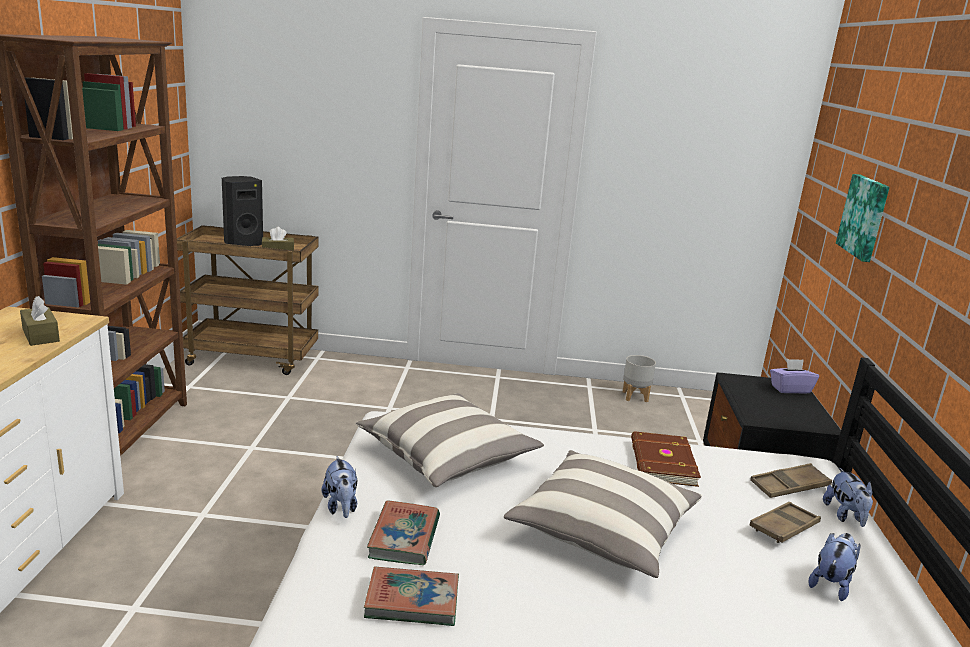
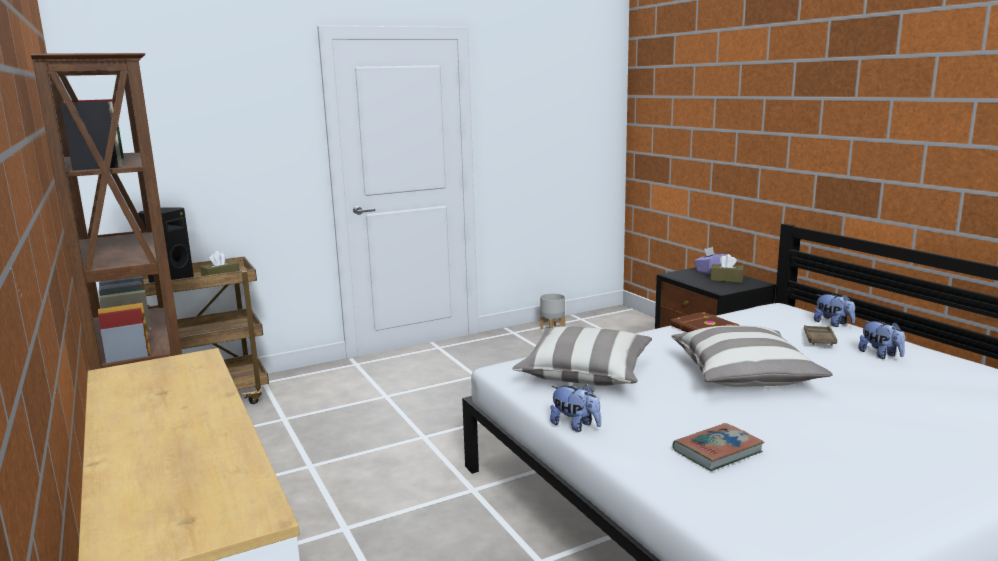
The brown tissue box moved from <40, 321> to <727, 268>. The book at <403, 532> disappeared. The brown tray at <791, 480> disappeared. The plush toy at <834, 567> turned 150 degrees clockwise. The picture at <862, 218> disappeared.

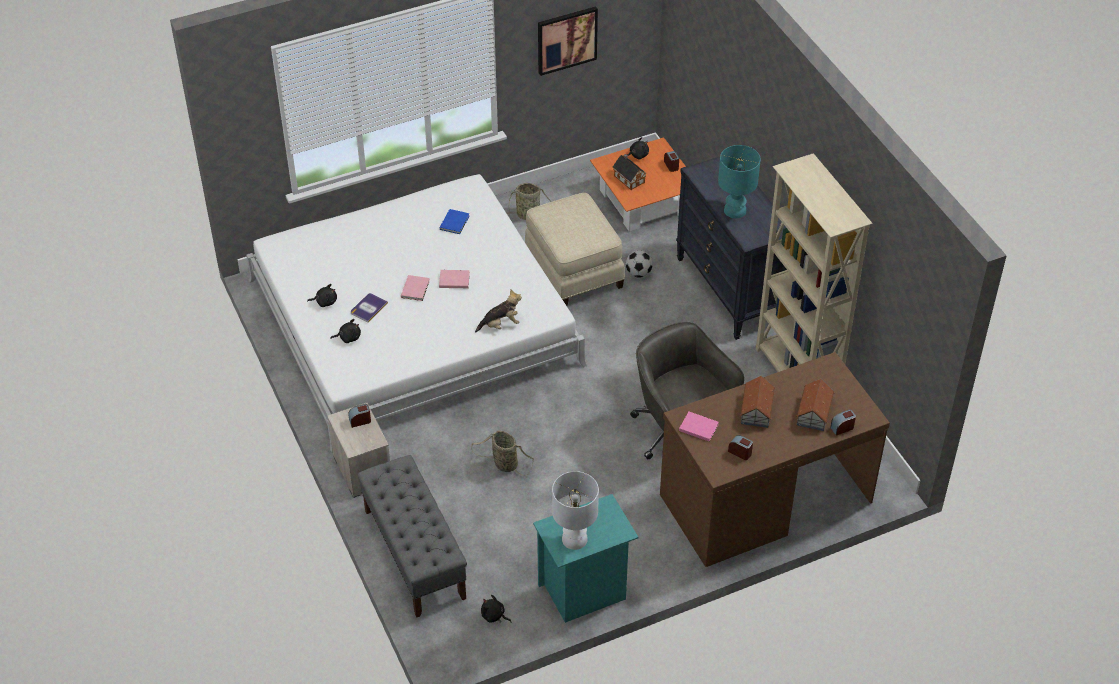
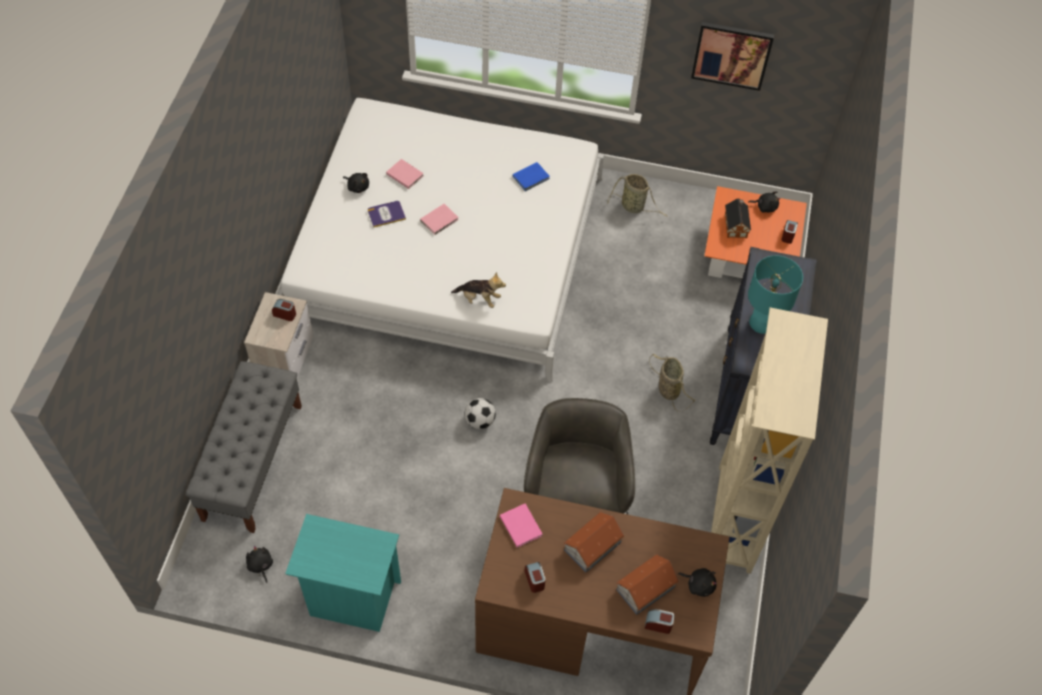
The black plush toy moved from <345, 331> to <697, 582>. The pink book moved from <454, 279> to <405, 174>. The basket moved from <502, 453> to <672, 383>. The beige ottoman at <575, 249> disappeared. The white table lamp at <575, 510> disappeared. The football moved from <639, 264> to <480, 413>.

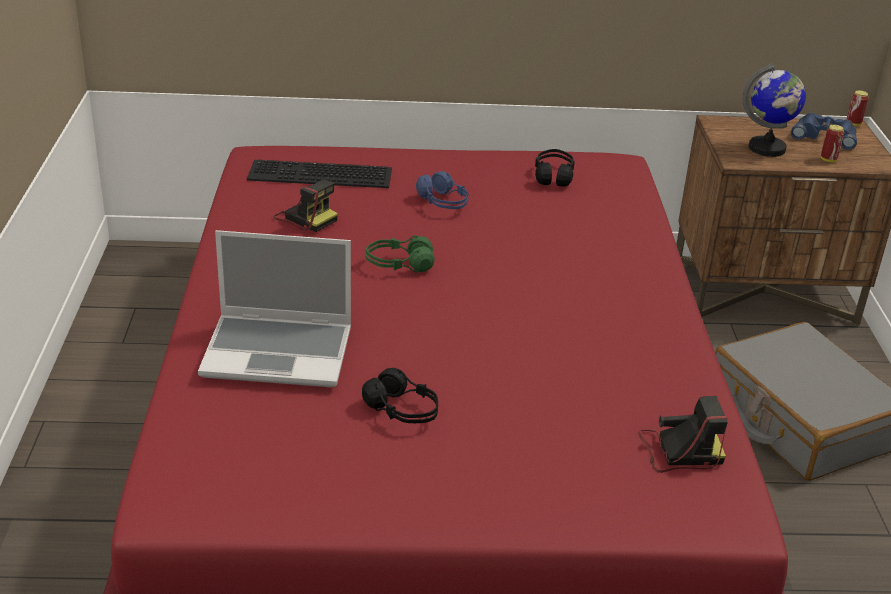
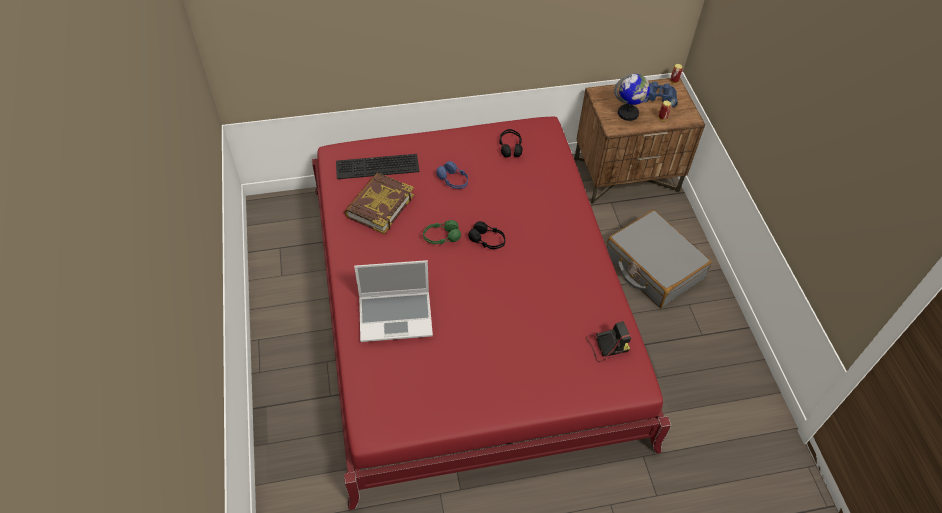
The photo camera at <305, 206> was replaced by the book at <379, 203>. The black headphones moved from <400, 395> to <486, 235>.

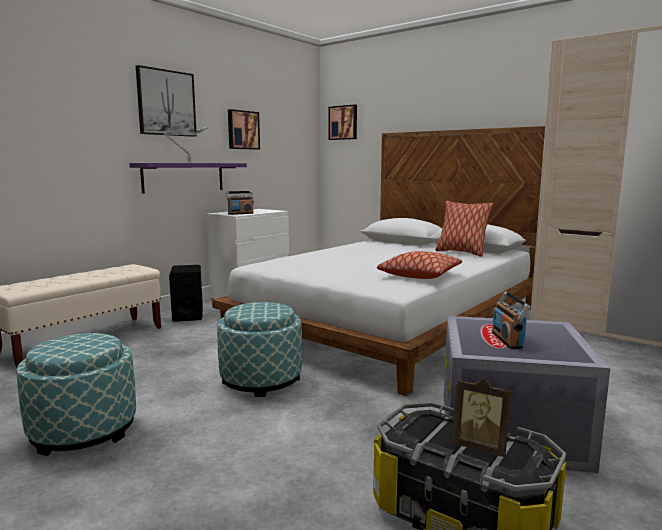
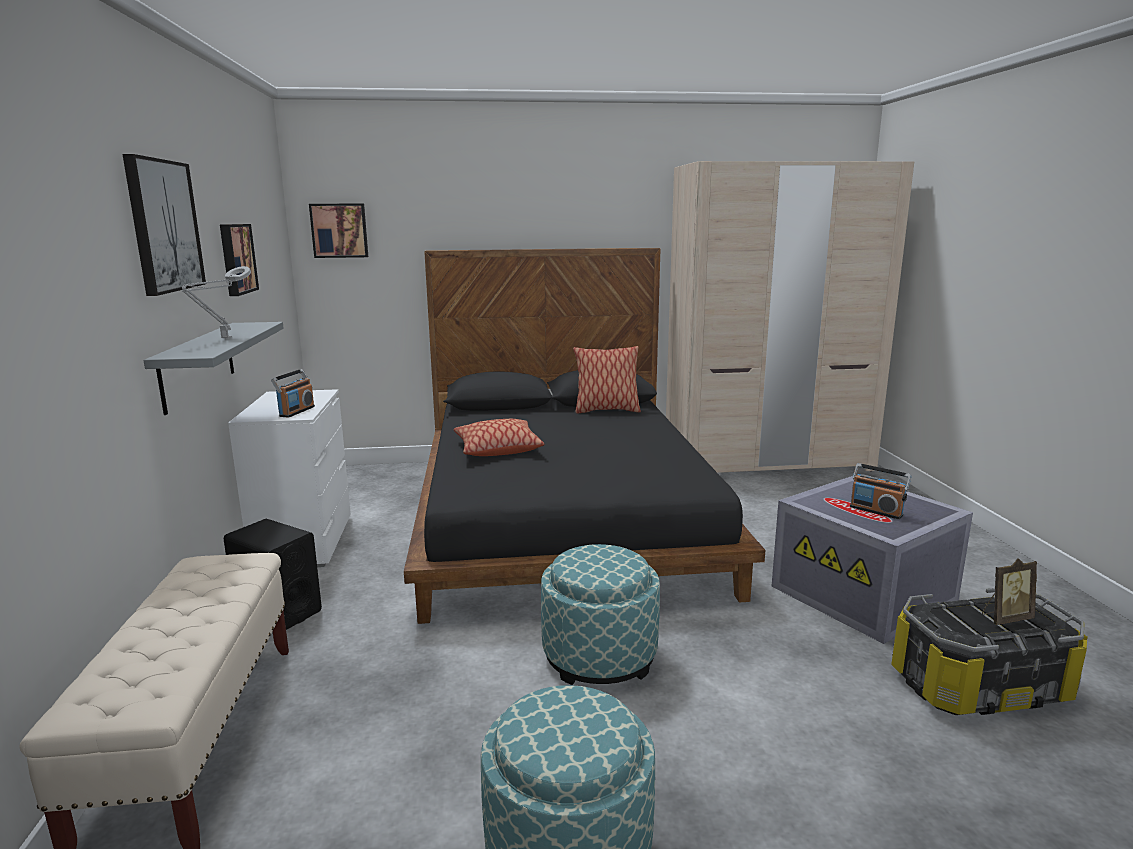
The purple shelf at <188, 178> became the grey shelf at <214, 368>. The white bed at <378, 261> became the black bed at <584, 436>. The pillow moved from <419, 265> to <499, 437>.

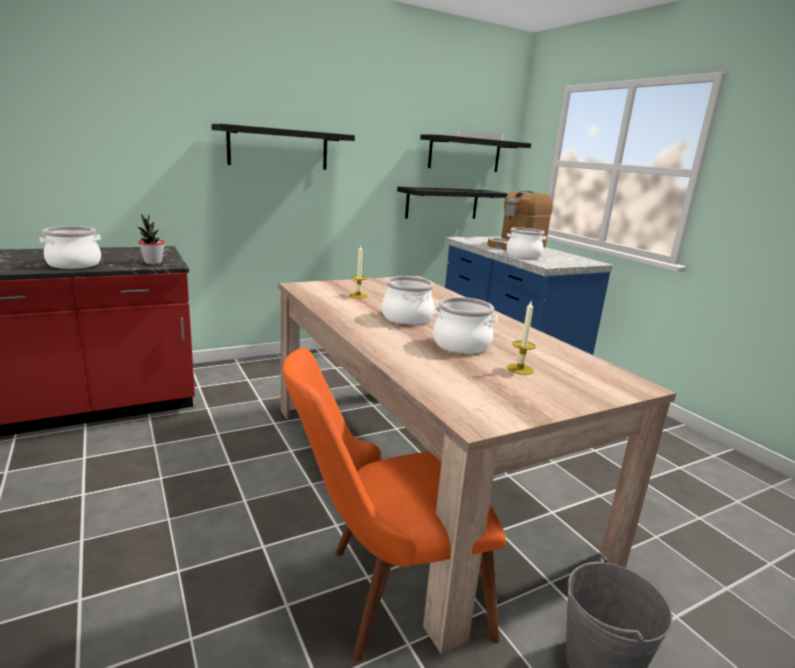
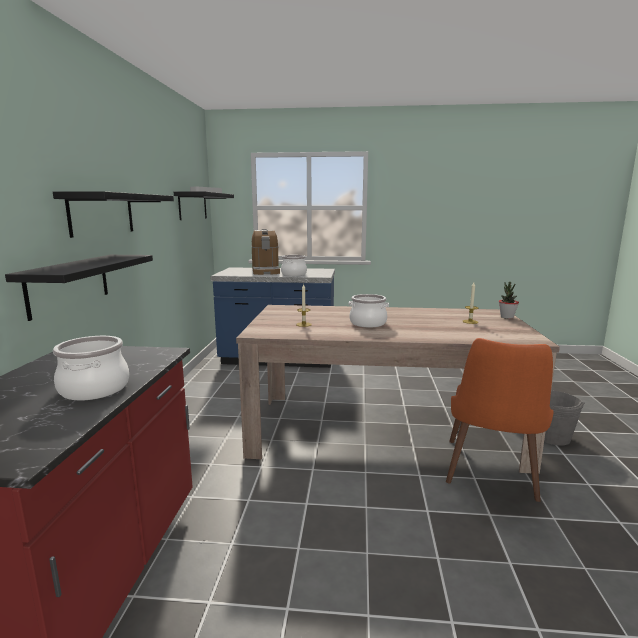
The potted plant moved from <151, 239> to <509, 300>. The black shelf moved from <452, 203> to <79, 288>. The cooking pot at <465, 325> disappeared.

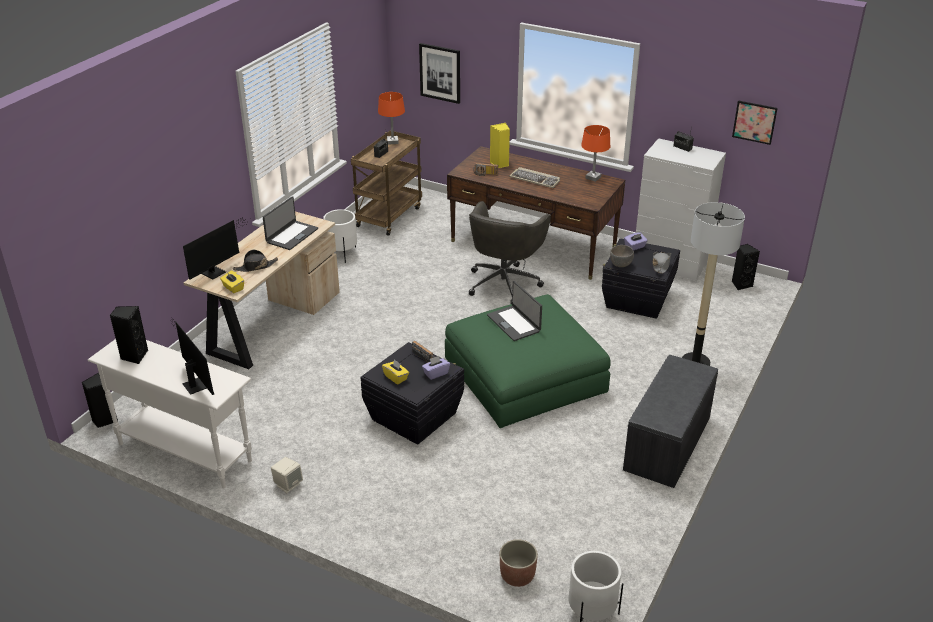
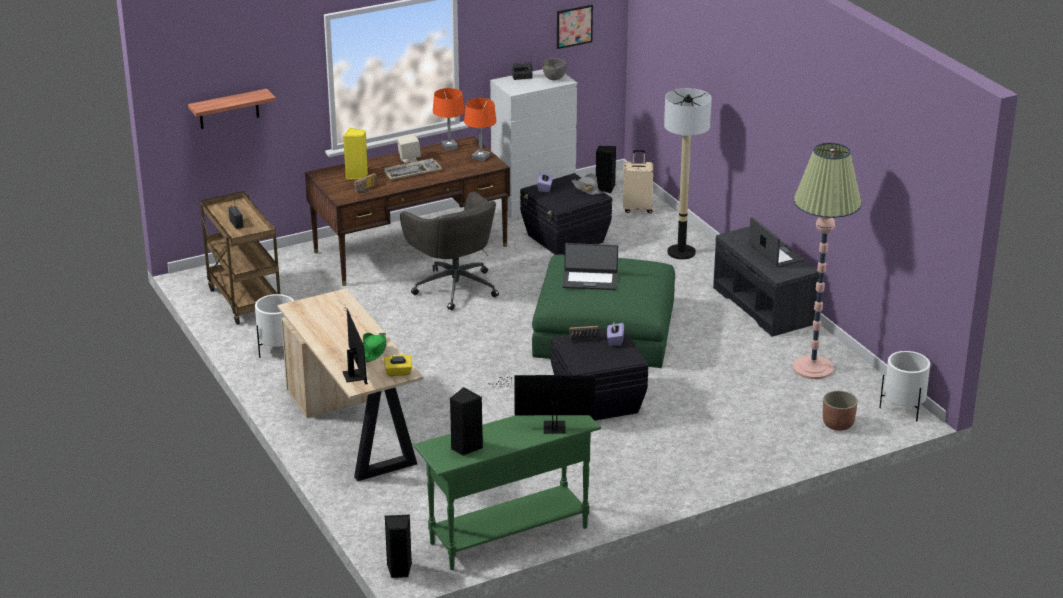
The white console table at <170, 413> became the green console table at <507, 492>. The black hat at <255, 261> became the green hat at <375, 348>. The laptop moved from <290, 223> to <776, 242>. The beige speaker moved from <287, 475> to <409, 148>. The orange table lamp moved from <391, 118> to <480, 129>. The yellow tissue box at <395, 371> disappeared. The picture at <439, 73> was replaced by the shelf at <232, 109>. The grey bowl moved from <622, 256> to <555, 69>. The beige suitcase at <638, 182> appeared. The floor lamp at <827, 261> appeared.

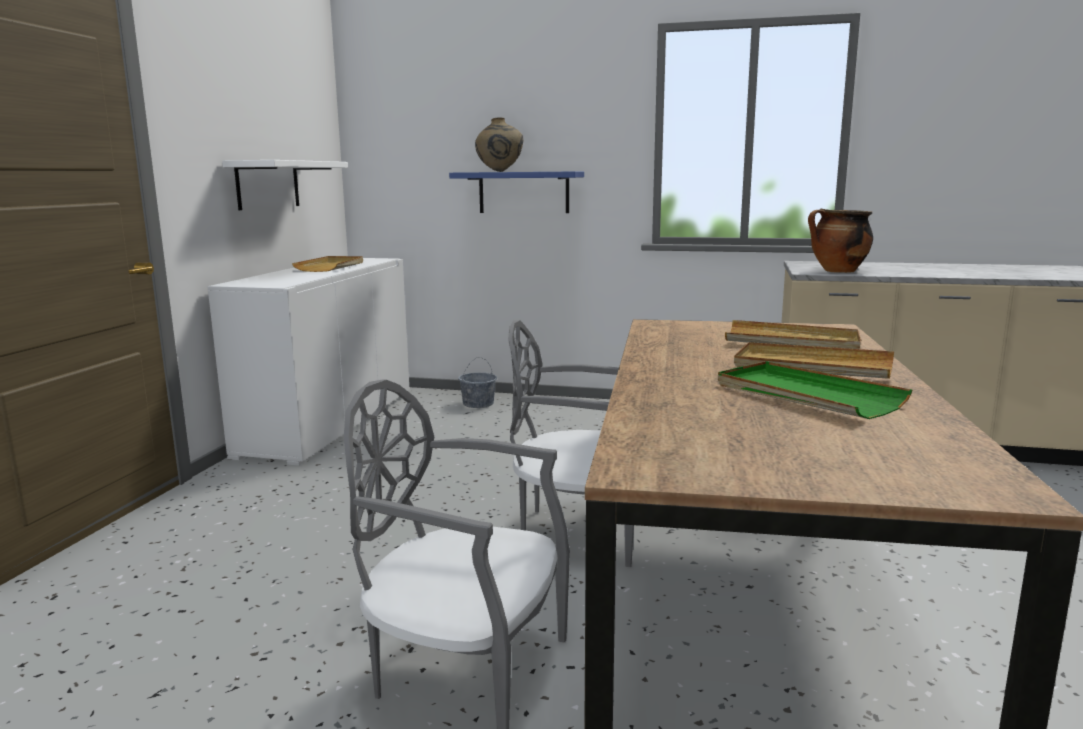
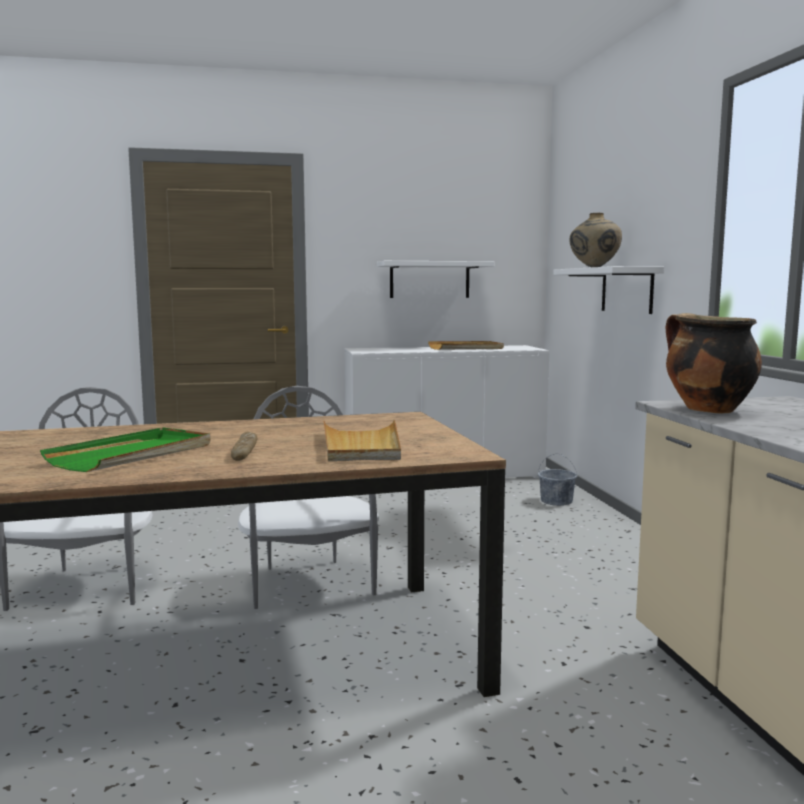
The blue shelf at <516, 192> became the white shelf at <608, 290>. The beige tray at <814, 360> was replaced by the bread at <244, 446>.

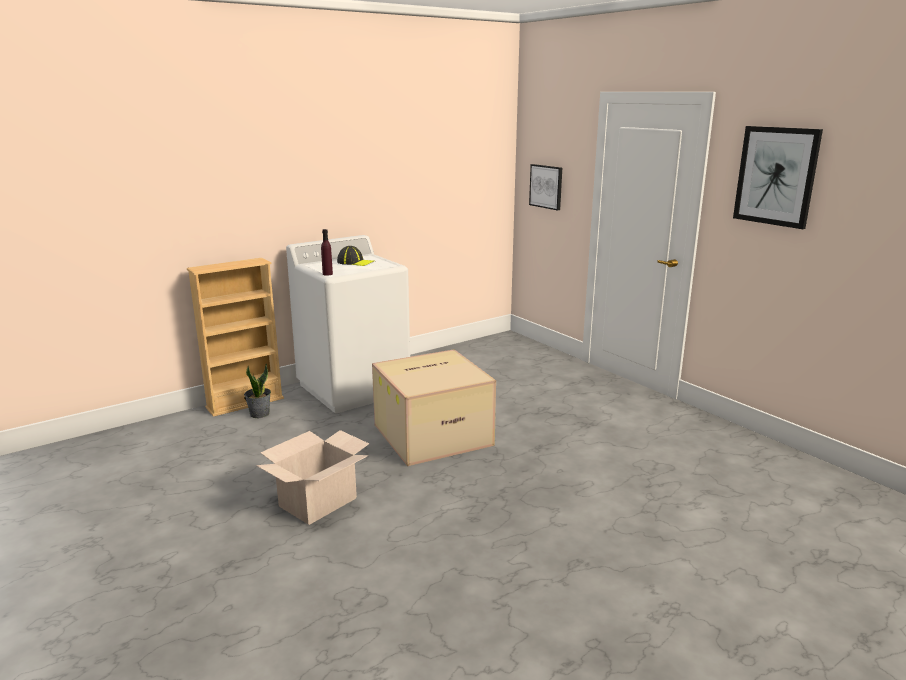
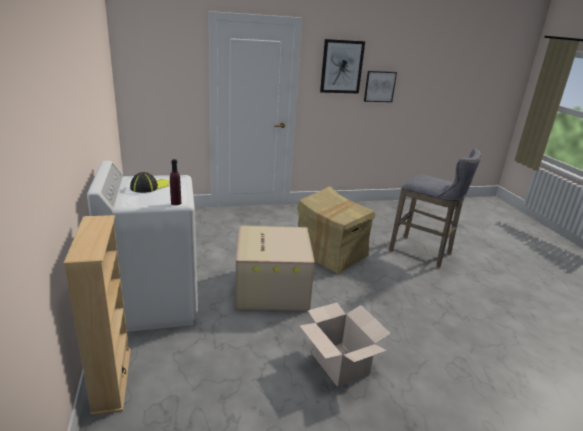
The potted plant at <257, 391> disappeared. The picture moved from <545, 187> to <380, 86>. The cardboard box at <336, 230> appeared. The grey stool at <435, 208> appeared.

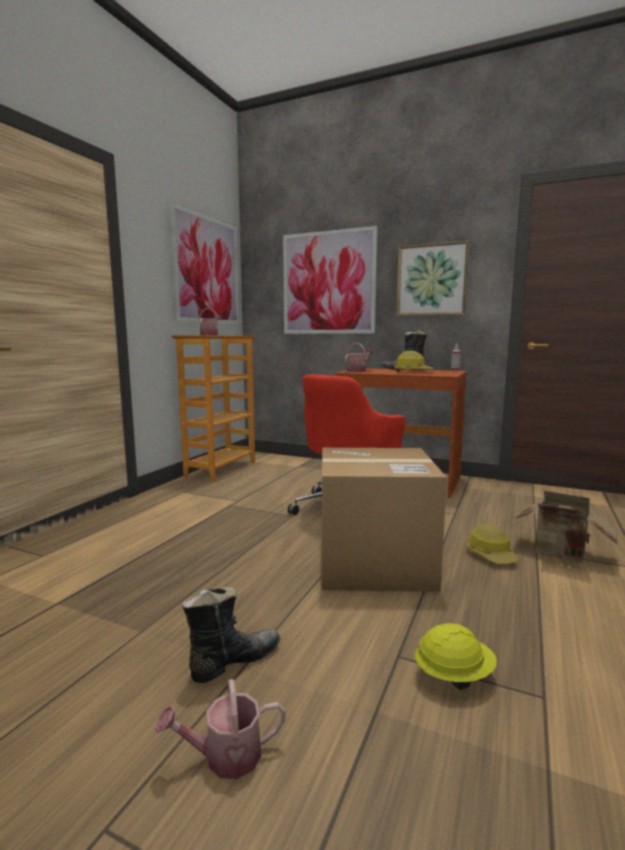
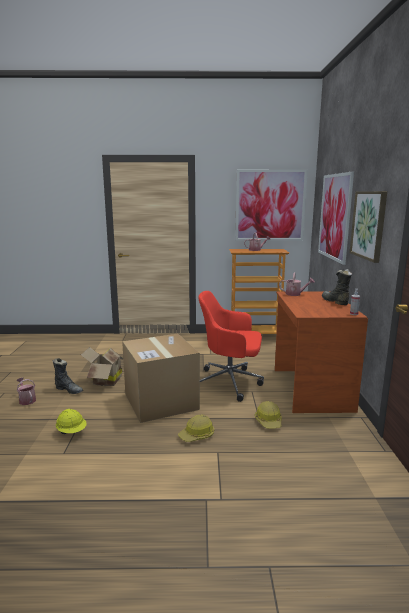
The hard hat moved from <414, 361> to <268, 415>. The cardboard box moved from <564, 527> to <102, 366>.

